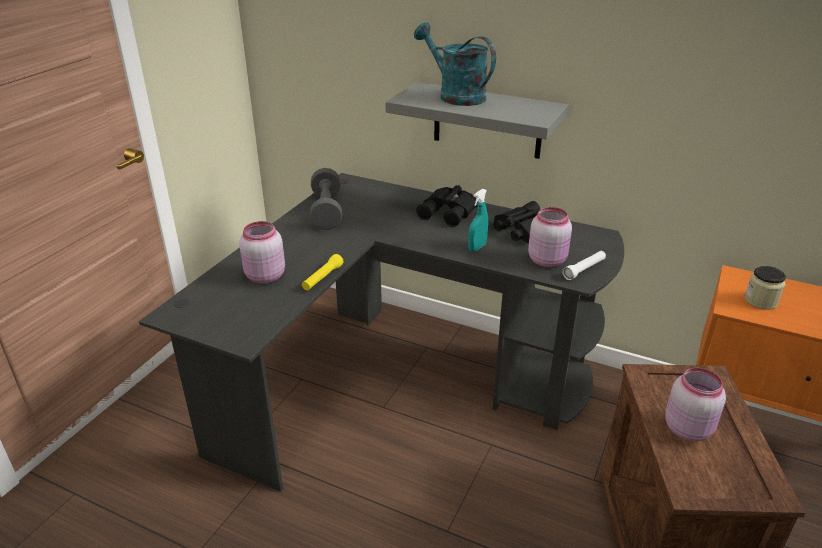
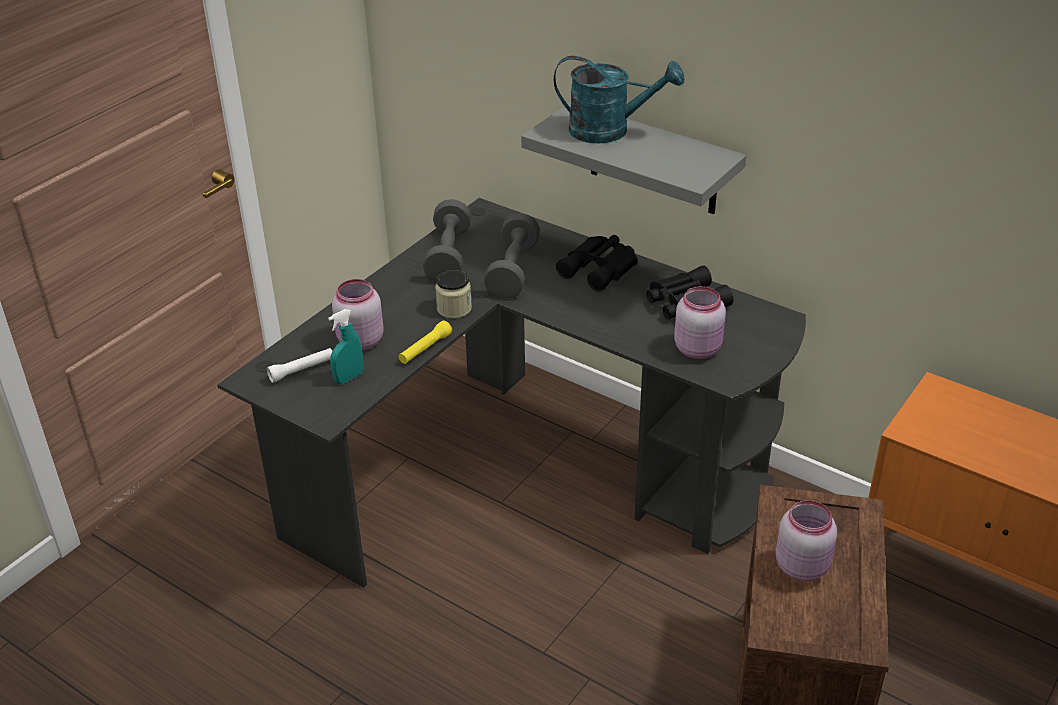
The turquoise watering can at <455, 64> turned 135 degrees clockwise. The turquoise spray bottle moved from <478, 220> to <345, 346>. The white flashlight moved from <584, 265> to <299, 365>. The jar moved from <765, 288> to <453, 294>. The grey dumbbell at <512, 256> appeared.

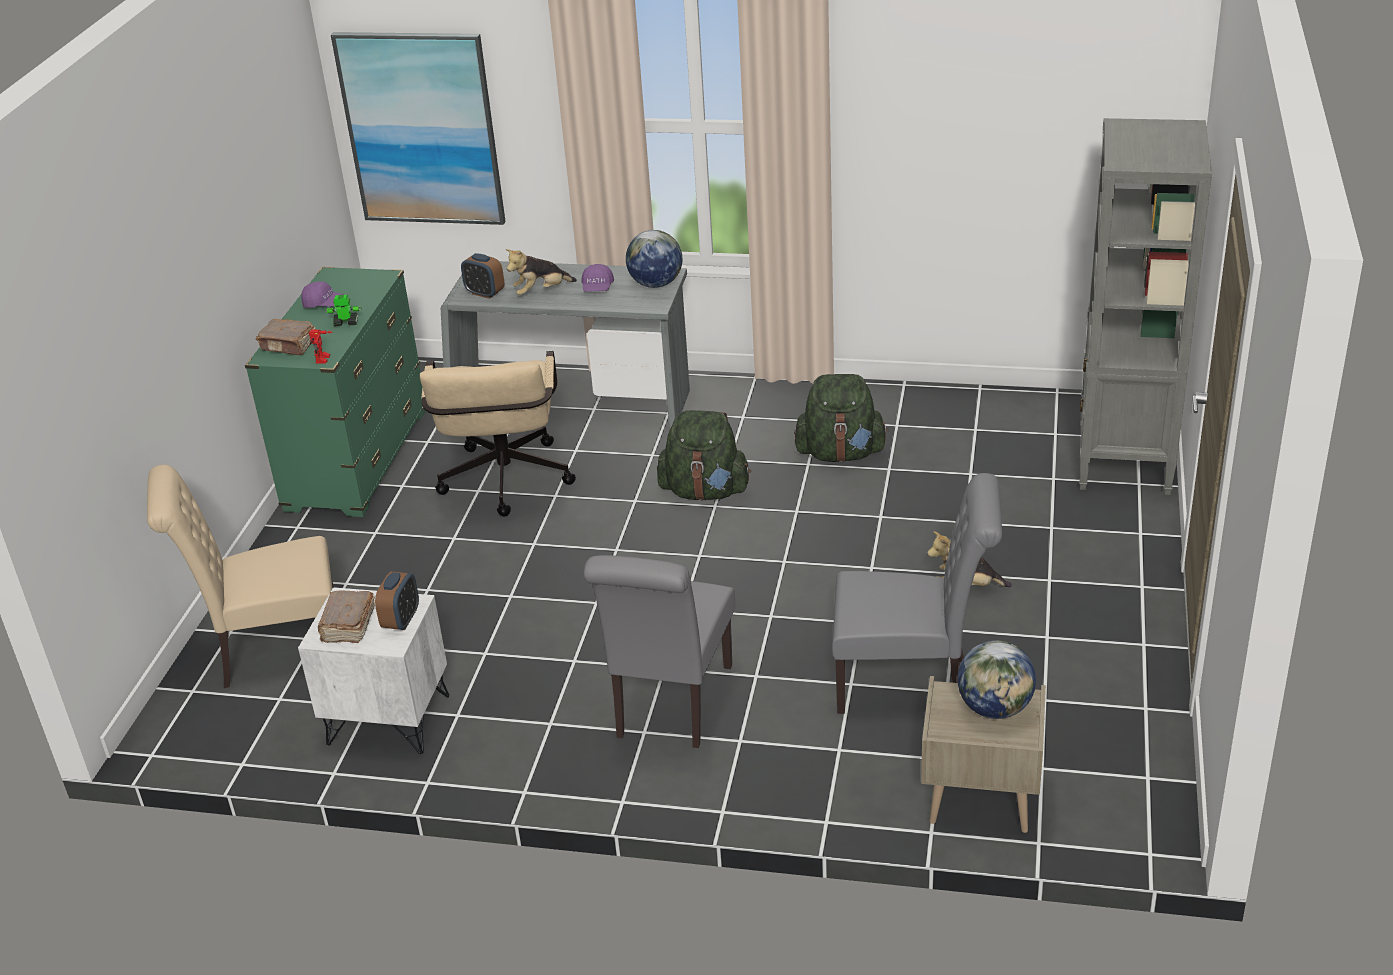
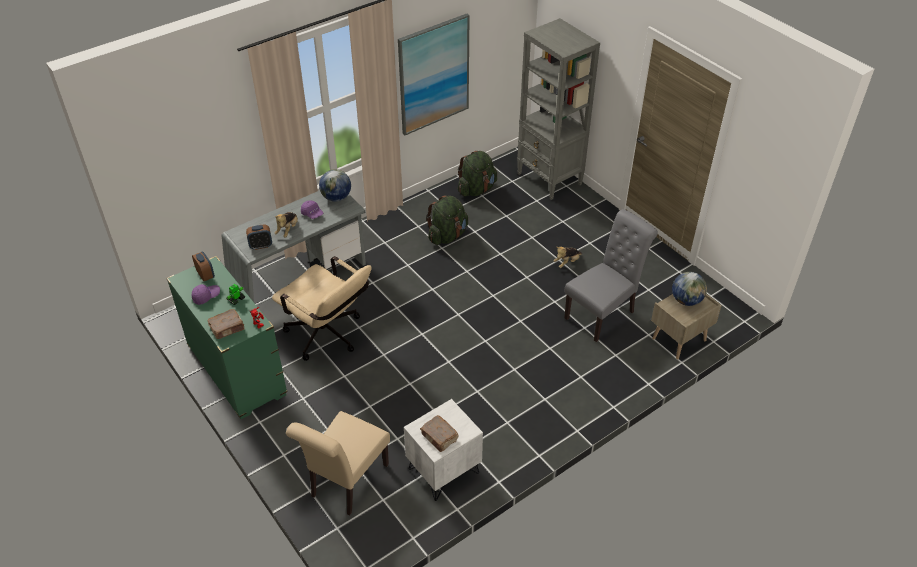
The picture moved from <418, 128> to <434, 74>. The alarm clock moved from <397, 600> to <203, 266>. The grey chair at <659, 651> disappeared. The green backpack moved from <704, 455> to <477, 174>.

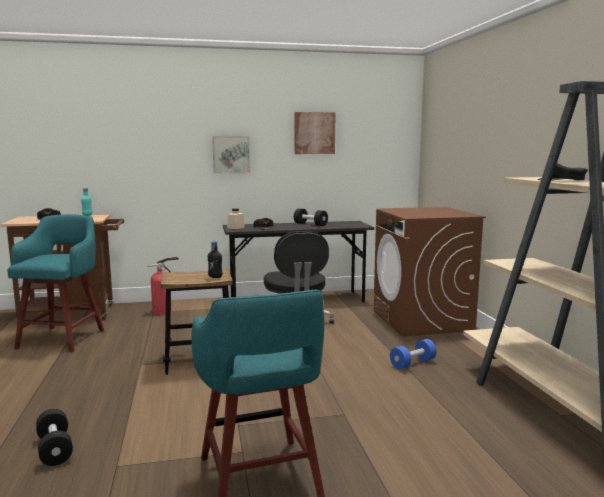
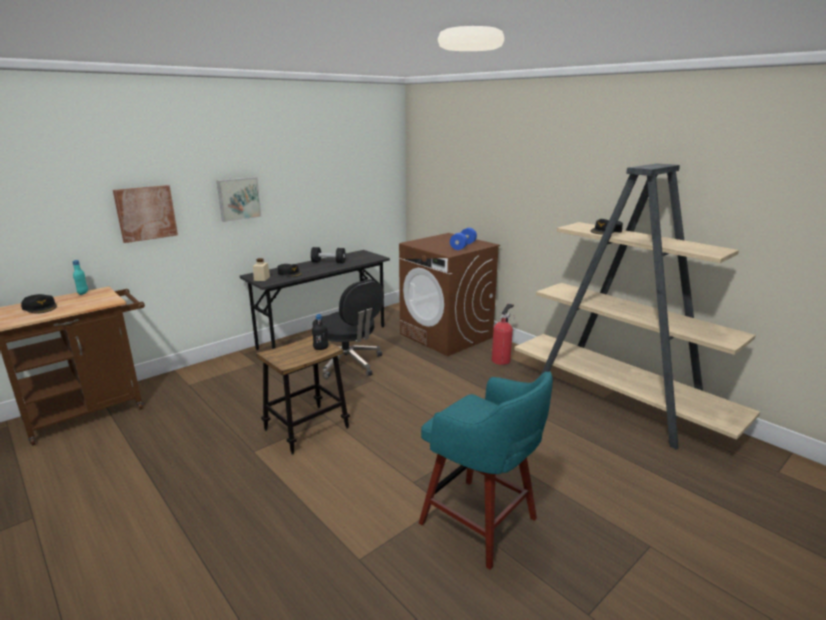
The turquoise stool at <55, 283> disappeared. The black dumbbell at <54, 437> disappeared. The fire extinguisher moved from <163, 286> to <503, 334>. The picture moved from <315, 133> to <145, 214>. The blue dumbbell moved from <413, 354> to <463, 239>.

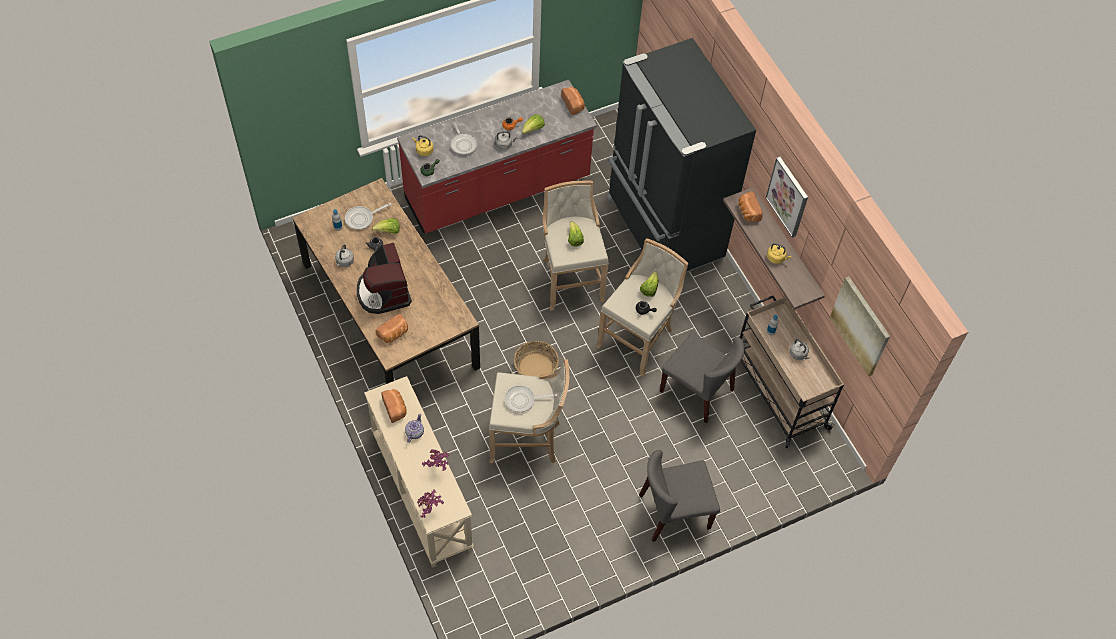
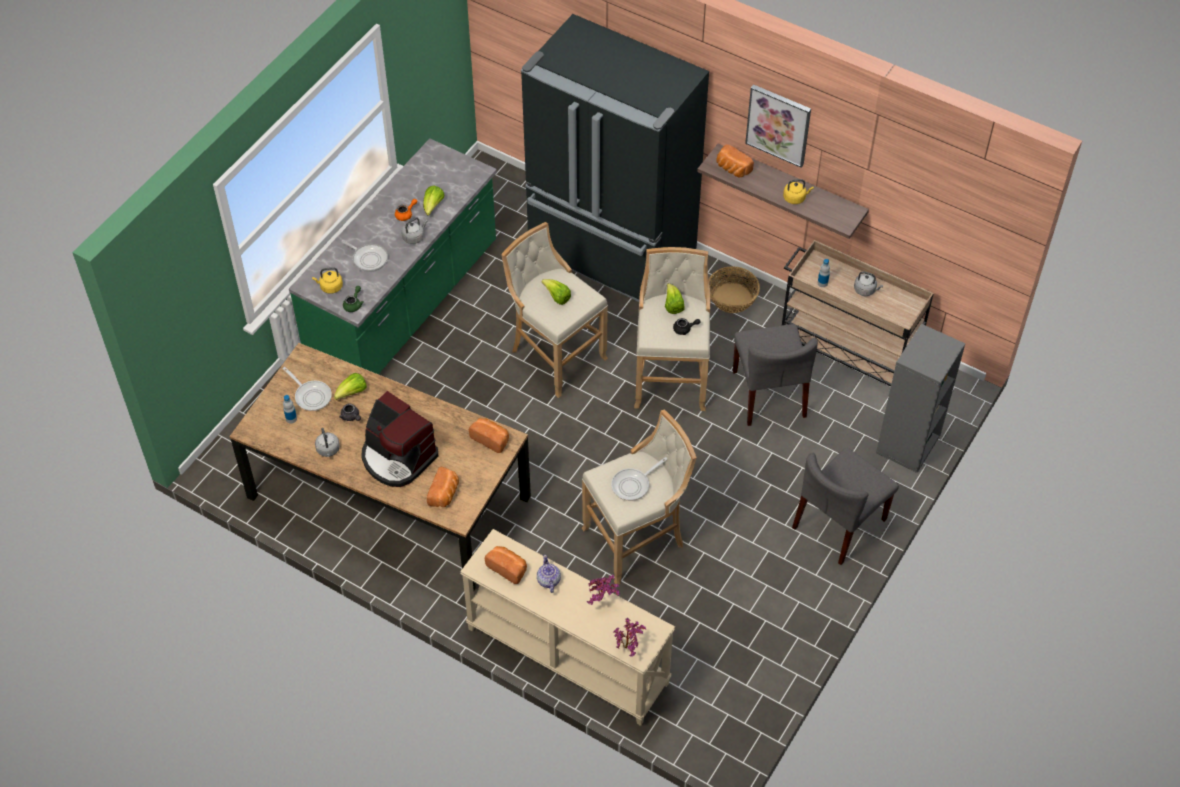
The frying pan at <368, 216> turned 75 degrees counterclockwise. The red counter at <497, 156> became the green counter at <393, 256>. The basket moved from <536, 359> to <734, 289>. The bread moved from <573, 101> to <489, 435>. The grey chair at <702, 378> turned 75 degrees clockwise. The picture at <860, 326> disappeared. The grey bookcase at <920, 398> appeared.

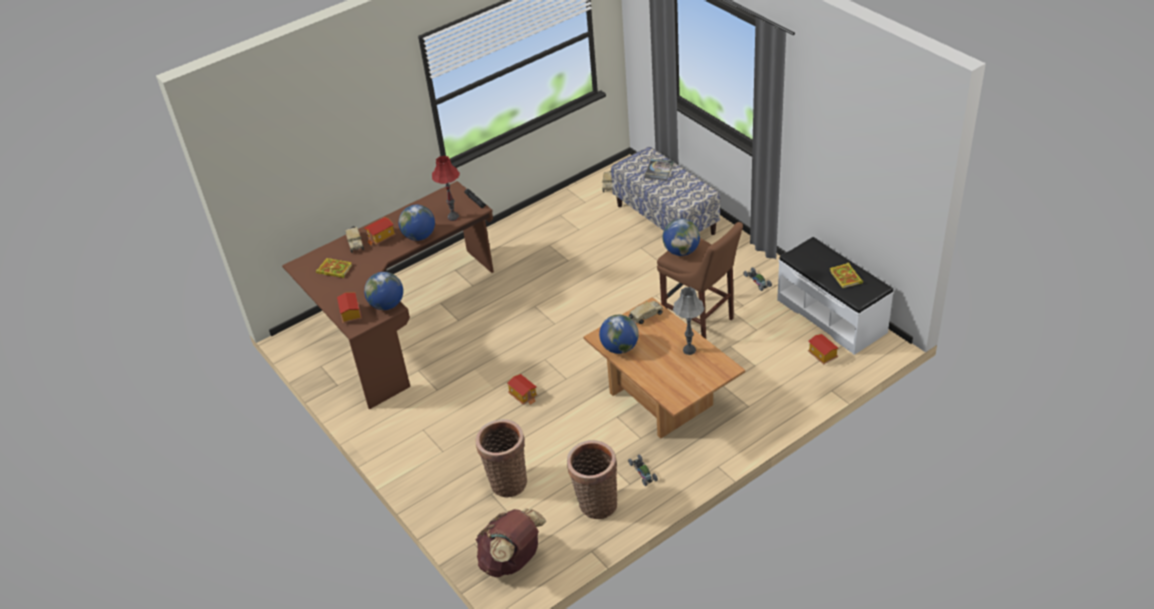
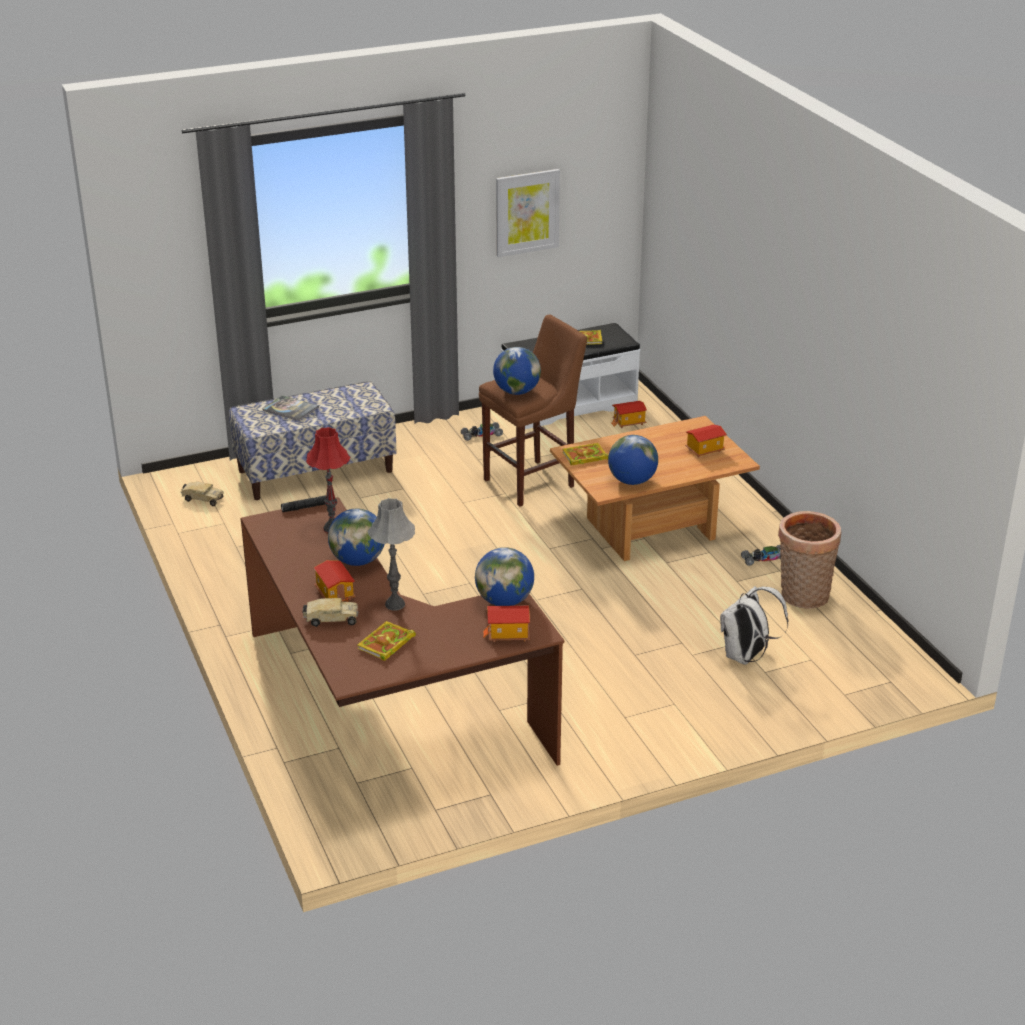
The basket at <501, 458> was replaced by the white backpack at <754, 625>. The brown backpack at <511, 543> disappeared. The toy house moved from <522, 389> to <706, 441>. The toy truck at <646, 312> was replaced by the book at <585, 454>. The grey table lamp moved from <689, 321> to <391, 554>. The picture at <528, 213> appeared.

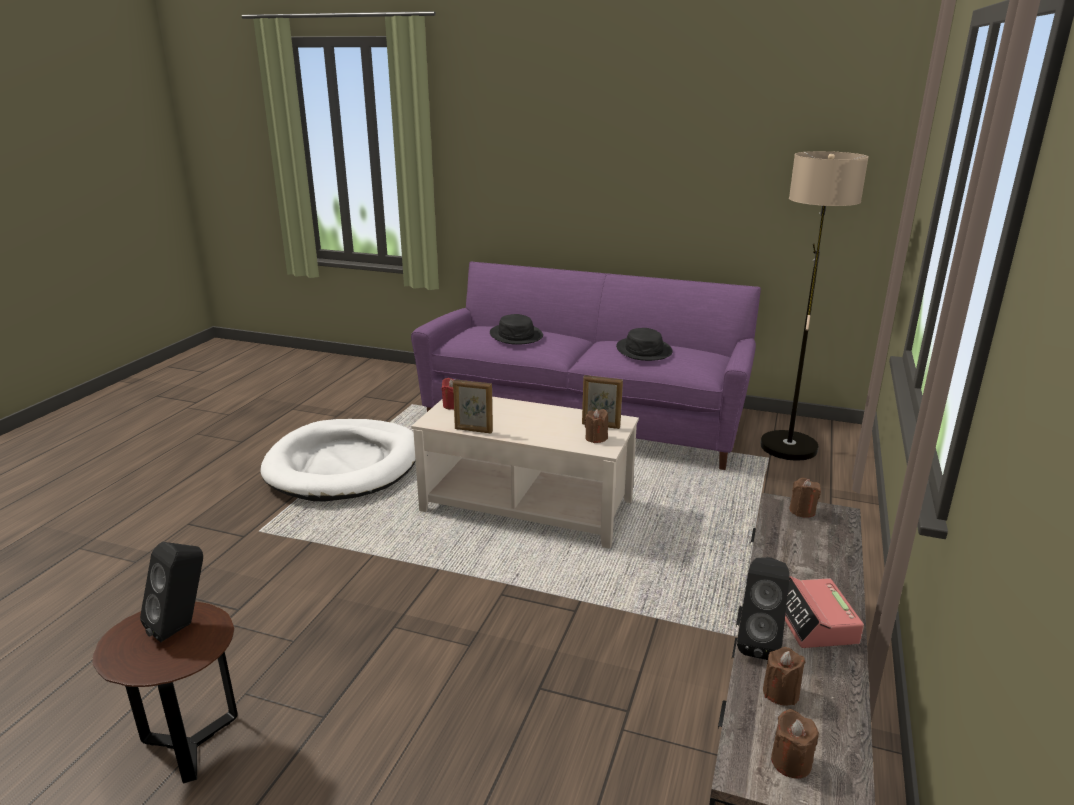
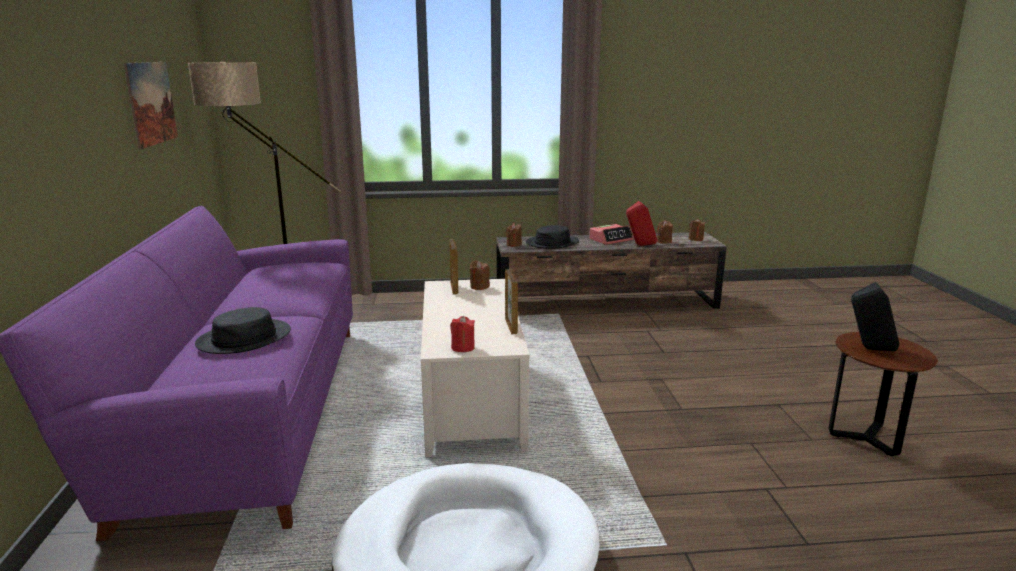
The black hat moved from <644, 344> to <552, 237>. The black speaker at <763, 608> became the red speaker at <641, 223>. The picture at <151, 106> appeared.

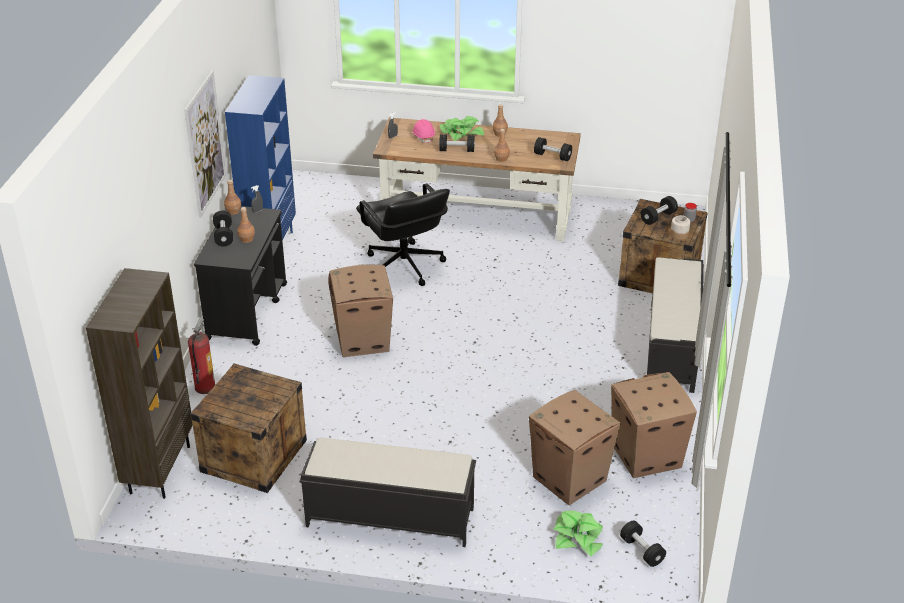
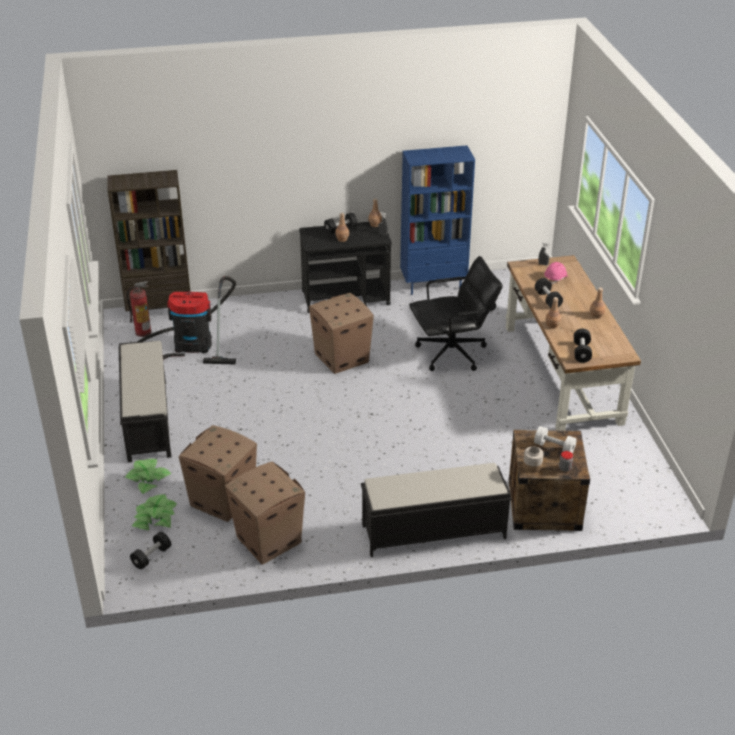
The picture at <205, 144> disappeared. The fire extinguisher moved from <201, 356> to <139, 309>. The crate at <248, 428> was replaced by the vacuum cleaner at <186, 320>. The black office chair at <403, 234> turned 150 degrees counterclockwise. The potted plant moved from <462, 128> to <148, 476>. The black dumbbell at <659, 210> became the white dumbbell at <555, 439>.

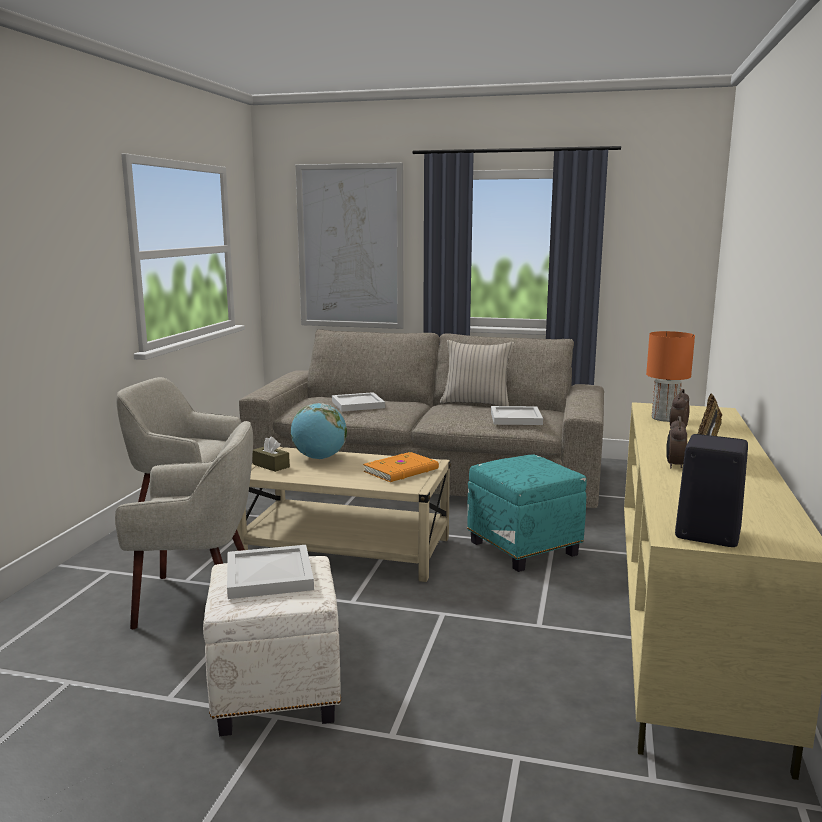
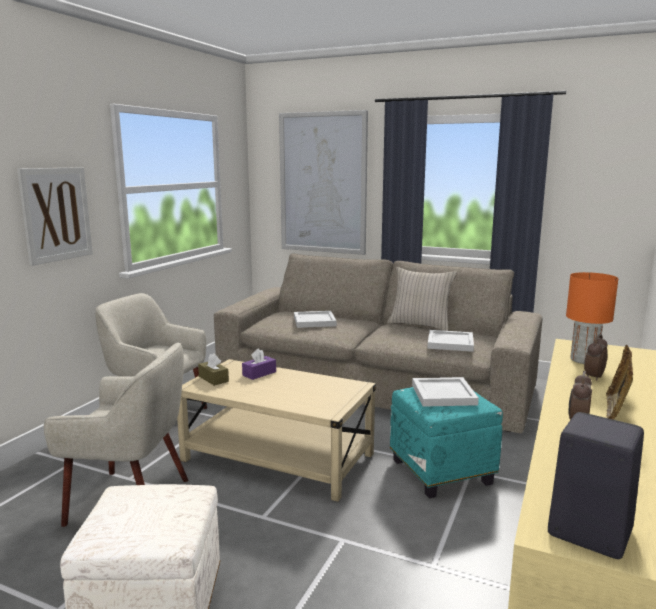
The white tray moved from <270, 572> to <445, 392>. The globe at <319, 431> was replaced by the purple tissue box at <259, 364>. The orange book at <401, 467> disappeared. The picture at <55, 216> appeared.

